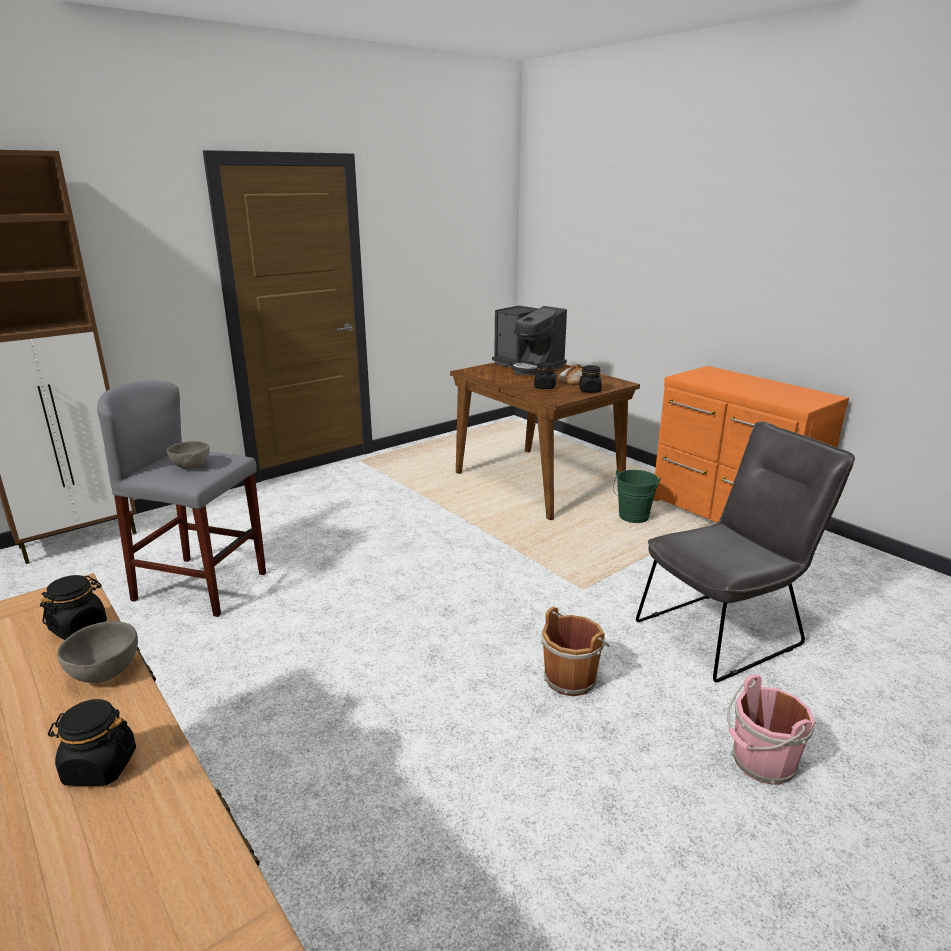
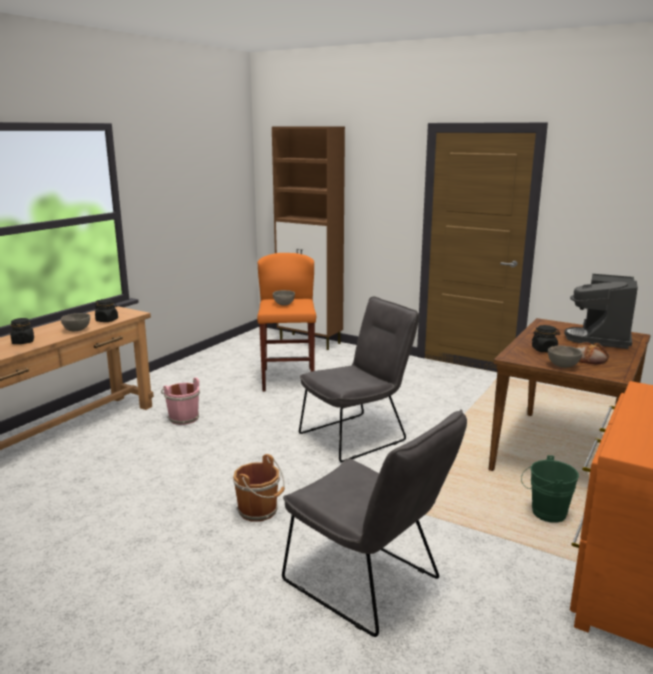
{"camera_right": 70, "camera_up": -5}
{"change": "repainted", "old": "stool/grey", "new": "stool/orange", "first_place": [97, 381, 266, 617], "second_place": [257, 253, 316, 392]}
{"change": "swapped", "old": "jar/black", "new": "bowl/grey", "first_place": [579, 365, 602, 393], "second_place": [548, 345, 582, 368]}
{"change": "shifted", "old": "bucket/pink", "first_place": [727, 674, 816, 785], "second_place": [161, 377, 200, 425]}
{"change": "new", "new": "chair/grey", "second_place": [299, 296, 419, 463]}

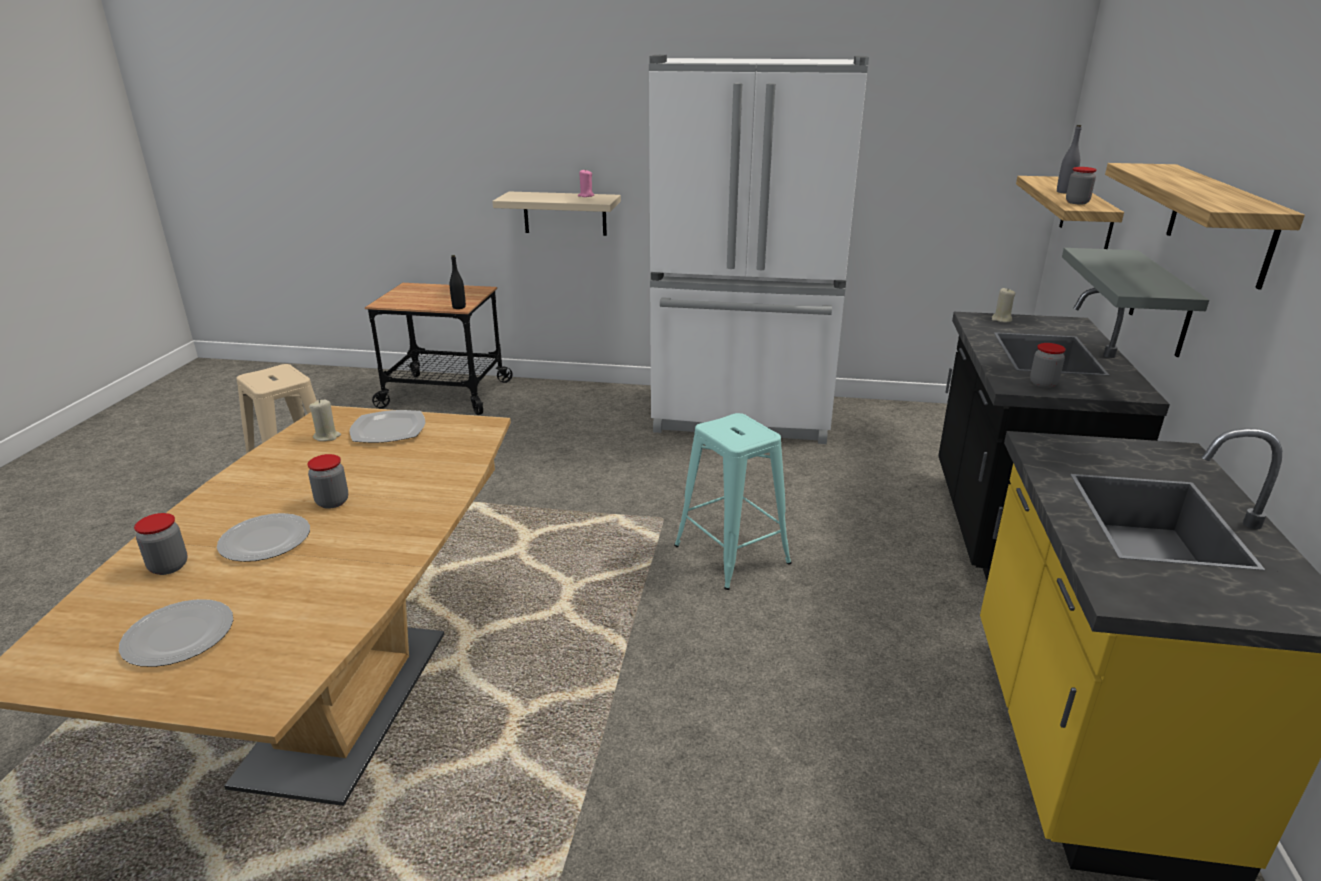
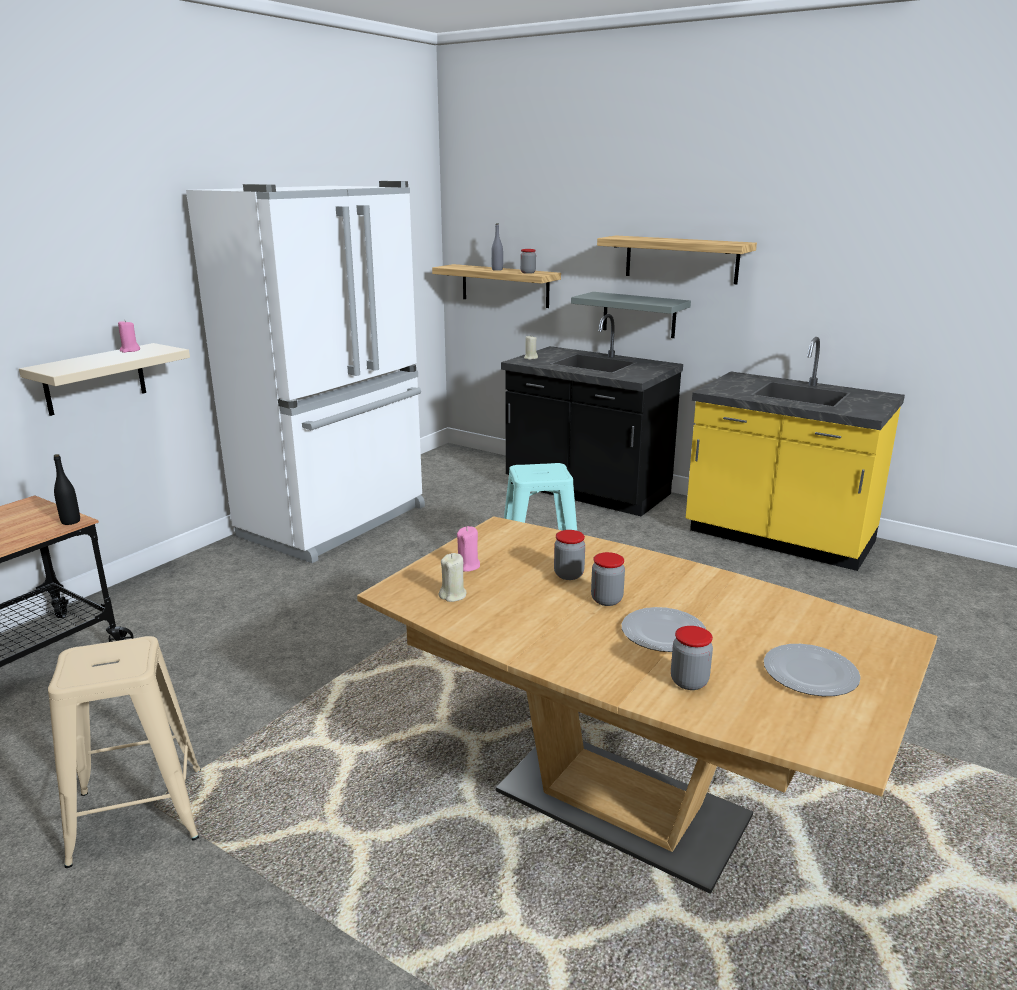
{"camera_right": -65, "camera_up": -5}
{"change": "swapped", "old": "plate", "new": "candle/pink", "first_place": [350, 410, 425, 443], "second_place": [457, 526, 480, 572]}
{"change": "shifted", "old": "jar", "first_place": [1030, 343, 1066, 388], "second_place": [554, 530, 585, 580]}

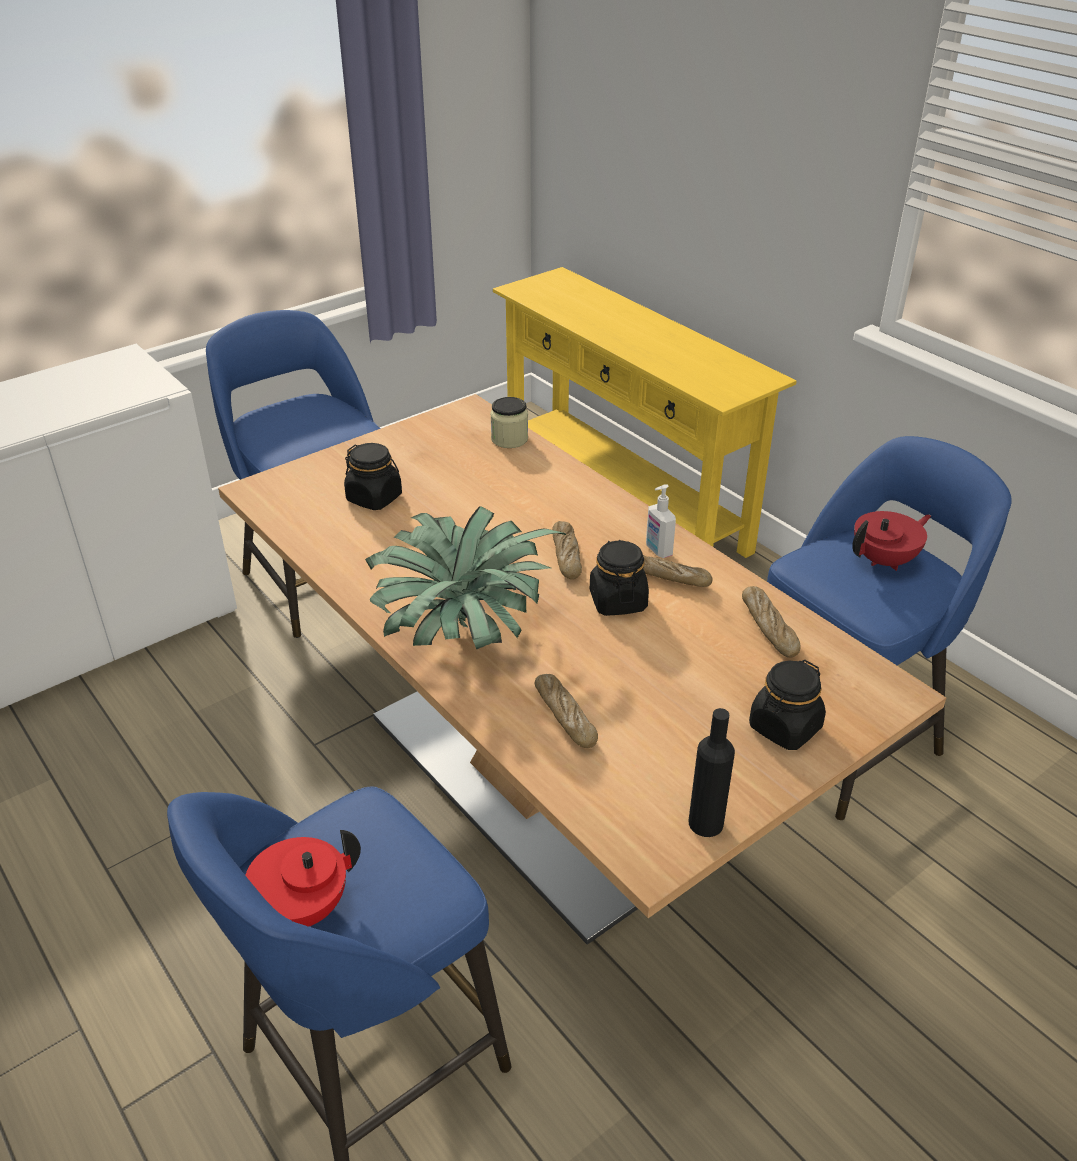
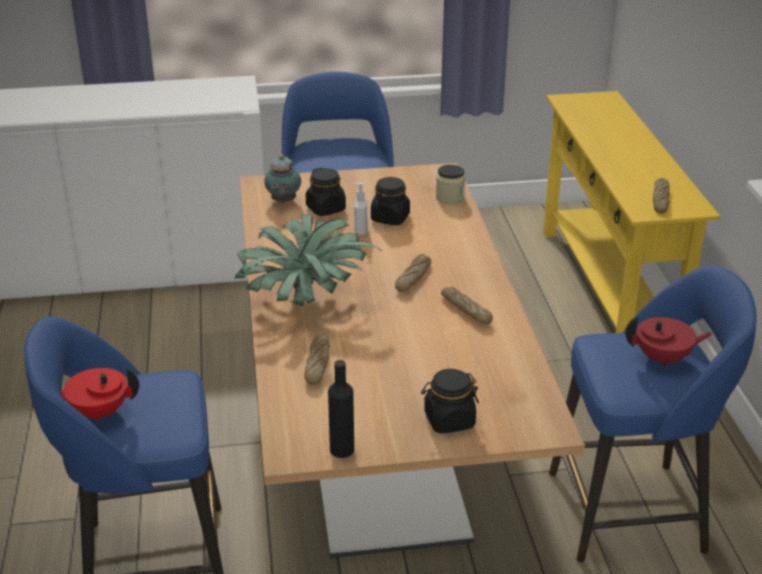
{"camera_right": 30, "camera_up": -5}
{"change": "shifted", "old": "jar/black", "first_place": [590, 540, 649, 616], "second_place": [371, 177, 410, 225]}
{"change": "shifted", "old": "soap dispenser", "first_place": [646, 484, 676, 558], "second_place": [353, 182, 367, 235]}
{"change": "shifted", "old": "bread", "first_place": [742, 586, 801, 658], "second_place": [653, 178, 669, 214]}
{"change": "new", "new": "teapot", "second_place": [264, 154, 301, 203]}

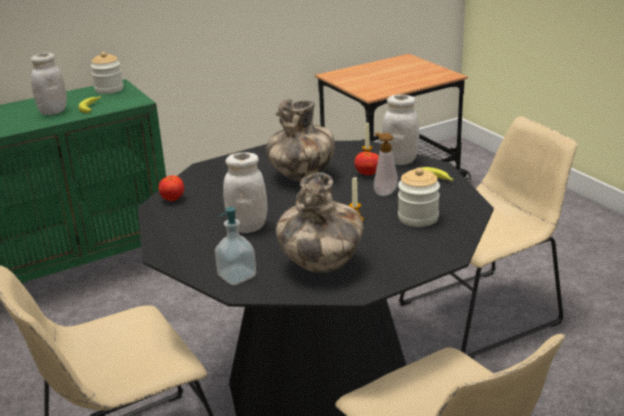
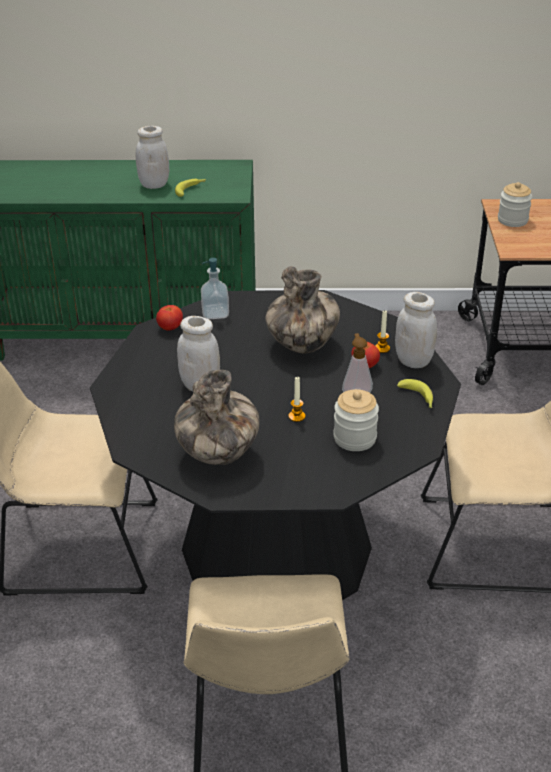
{"camera_right": 30, "camera_up": 10}
{"change": "shifted", "old": "jar", "first_place": [91, 52, 124, 94], "second_place": [498, 182, 532, 227]}
{"change": "shifted", "old": "soap dispenser", "first_place": [215, 207, 256, 285], "second_place": [201, 258, 229, 319]}

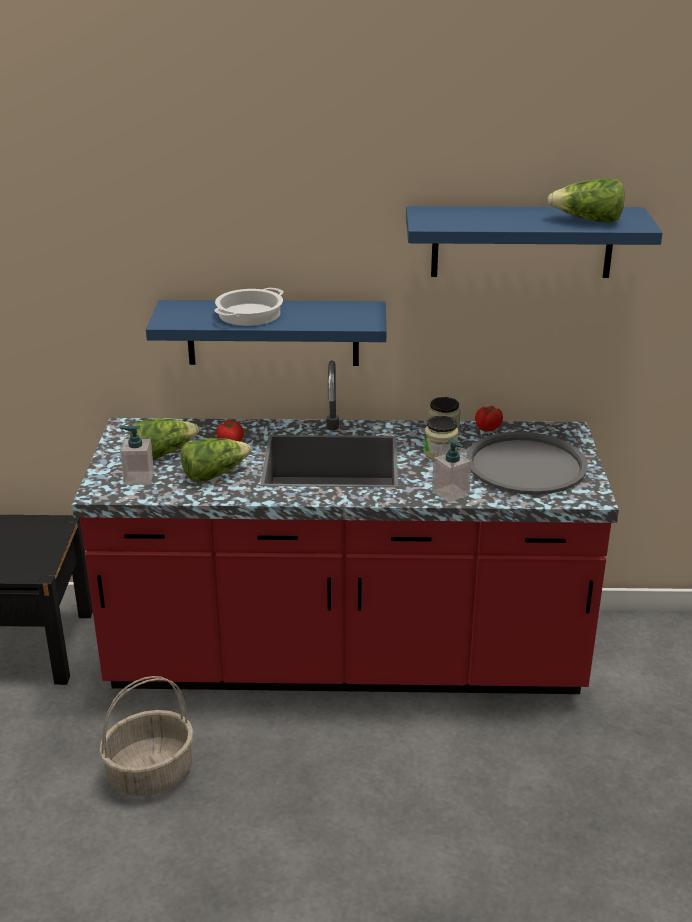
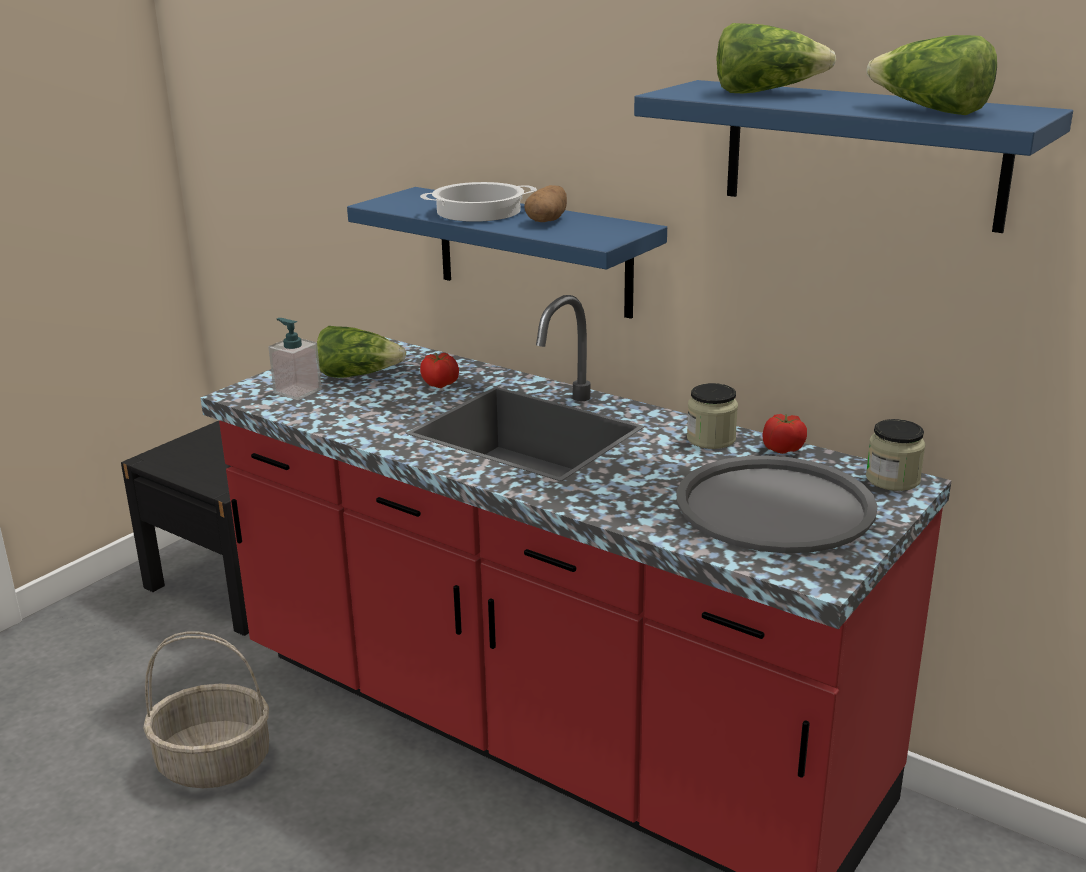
{"camera_right": 35, "camera_up": -5}
{"change": "shifted", "old": "lettuce", "first_place": [181, 438, 251, 482], "second_place": [716, 23, 836, 93]}
{"change": "shifted", "old": "jar", "first_place": [424, 416, 458, 460], "second_place": [866, 419, 926, 491]}
{"change": "gone", "old": "soap dispenser", "first_place": [432, 438, 472, 503]}
{"change": "new", "new": "potato", "second_place": [524, 185, 567, 222]}

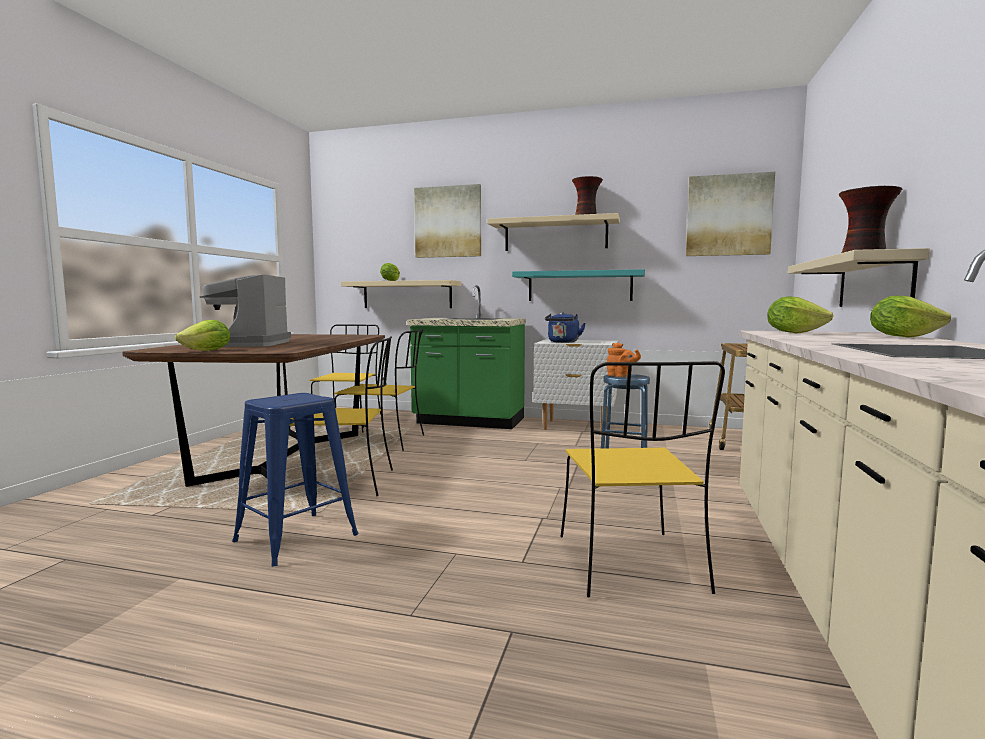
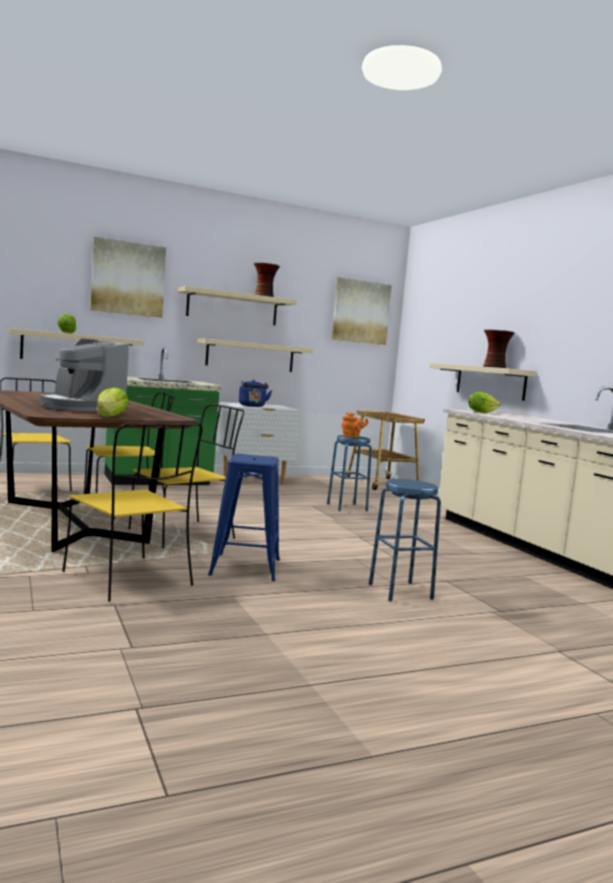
{"camera_right": -40, "camera_up": 0}
{"change": "repainted", "old": "shelf/turquoise", "new": "shelf/beige", "first_place": [512, 269, 645, 301], "second_place": [197, 338, 313, 372]}
{"change": "shifted", "old": "chair/yellow", "first_place": [560, 361, 725, 597], "second_place": [62, 423, 203, 602]}
{"change": "gone", "old": "lettuce", "first_place": [870, 295, 951, 338]}
{"change": "new", "new": "stool/blue", "second_place": [369, 479, 441, 602]}

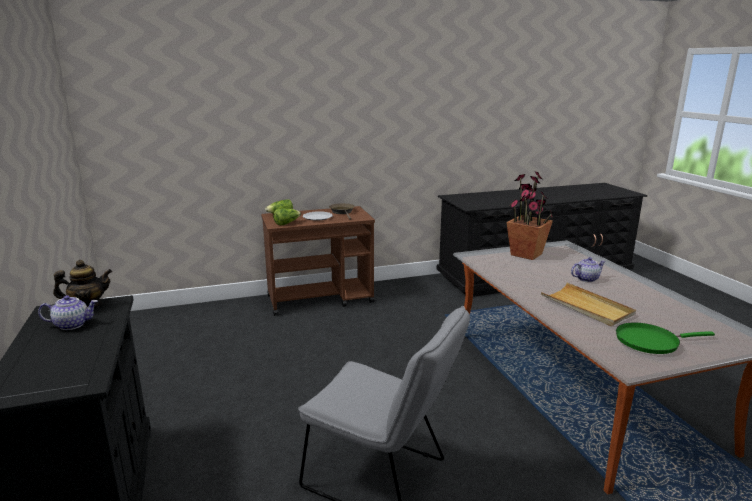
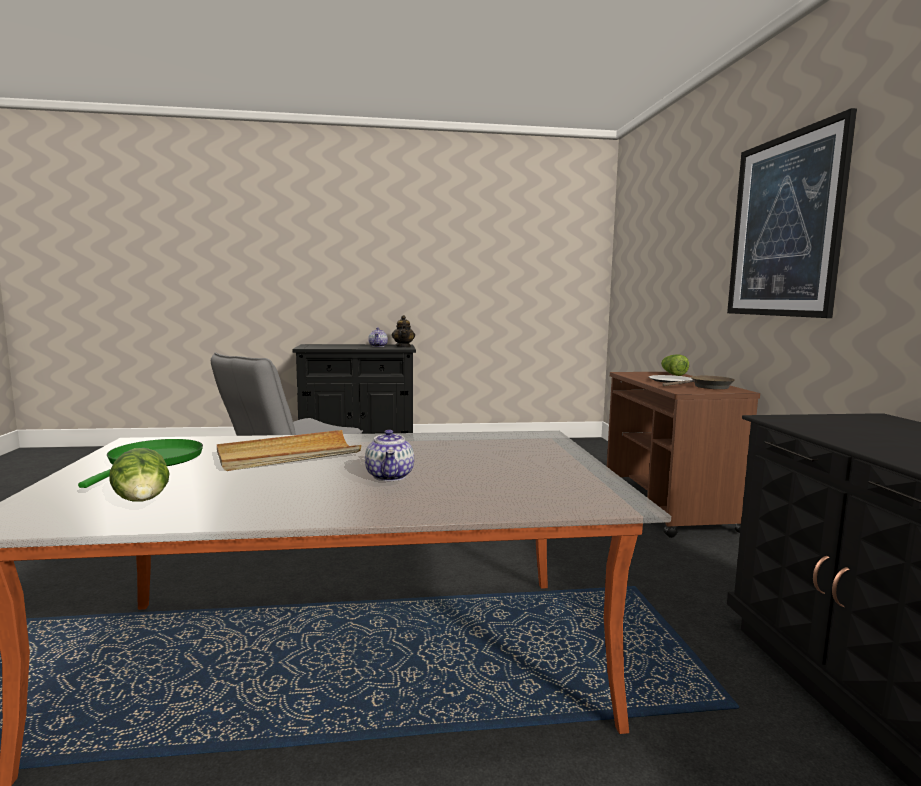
{"camera_right": 100, "camera_up": -10}
{"change": "shifted", "old": "lettuce", "first_place": [273, 208, 301, 225], "second_place": [109, 448, 170, 502]}
{"change": "gone", "old": "potted plant", "first_place": [507, 171, 553, 260]}
{"change": "new", "new": "picture", "second_place": [727, 108, 857, 318]}

